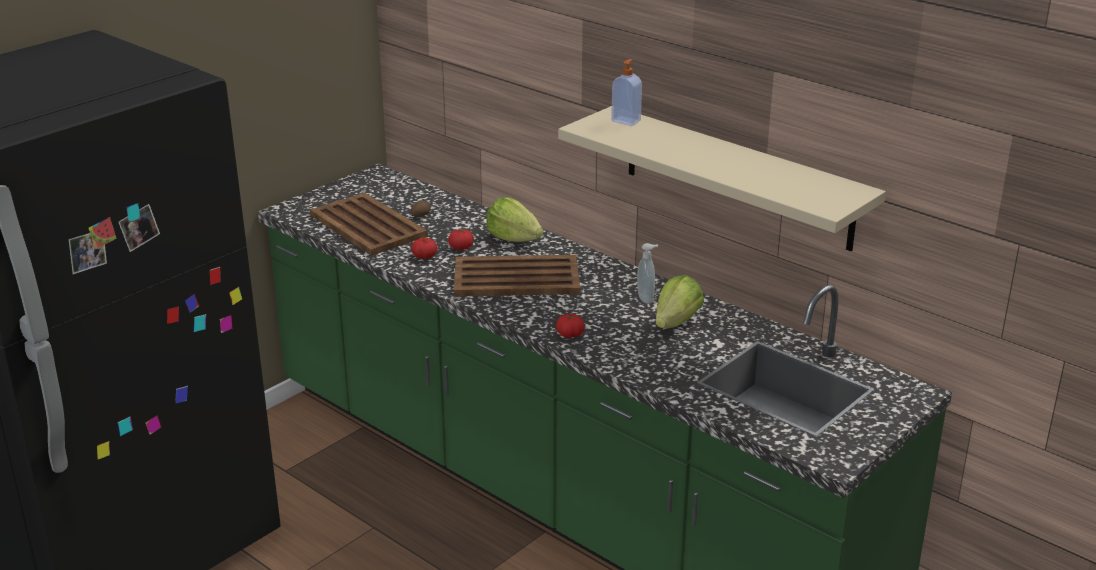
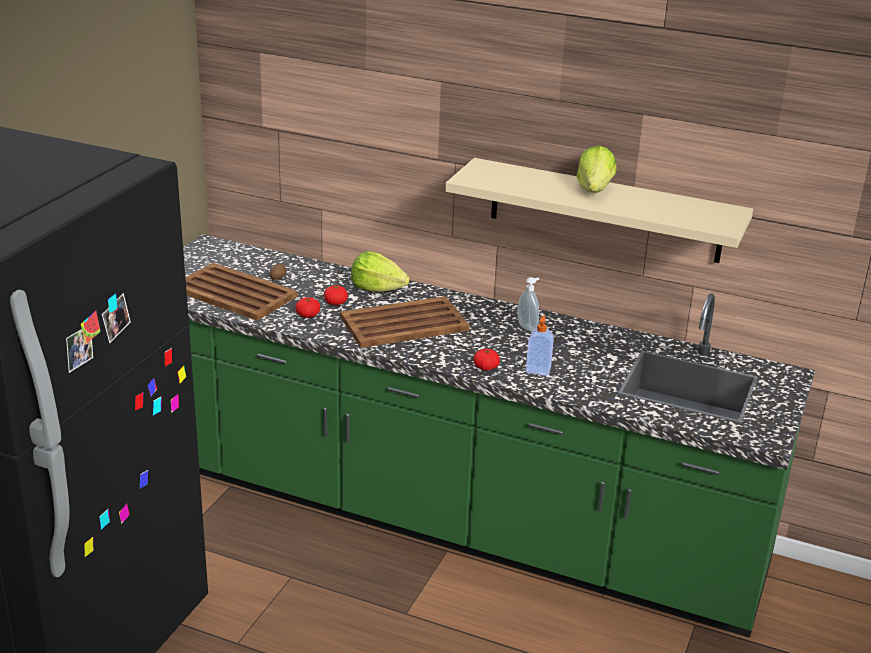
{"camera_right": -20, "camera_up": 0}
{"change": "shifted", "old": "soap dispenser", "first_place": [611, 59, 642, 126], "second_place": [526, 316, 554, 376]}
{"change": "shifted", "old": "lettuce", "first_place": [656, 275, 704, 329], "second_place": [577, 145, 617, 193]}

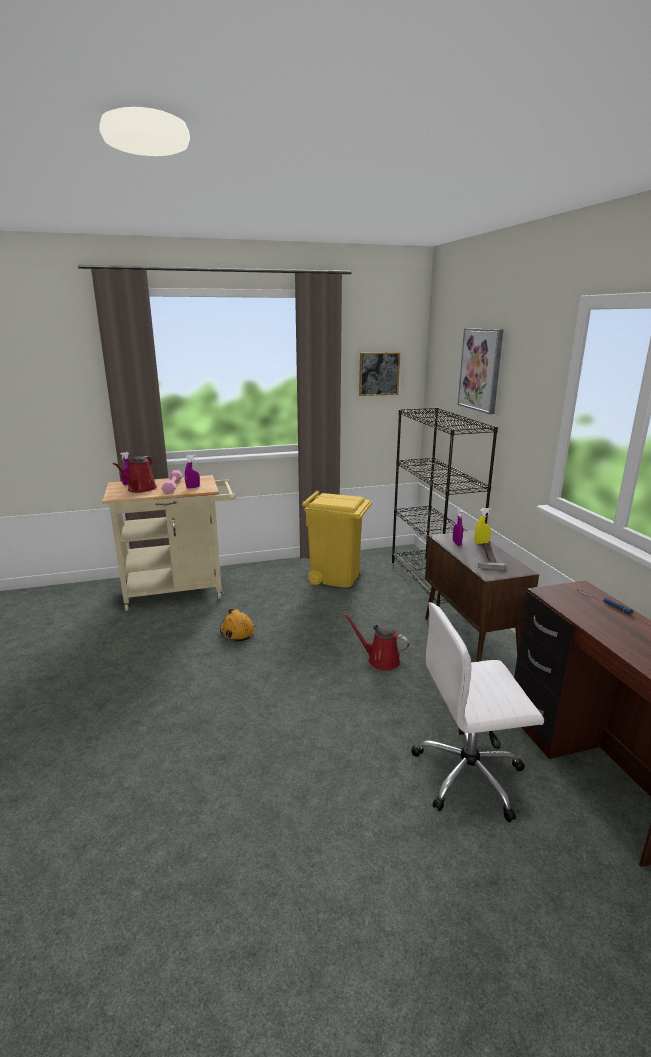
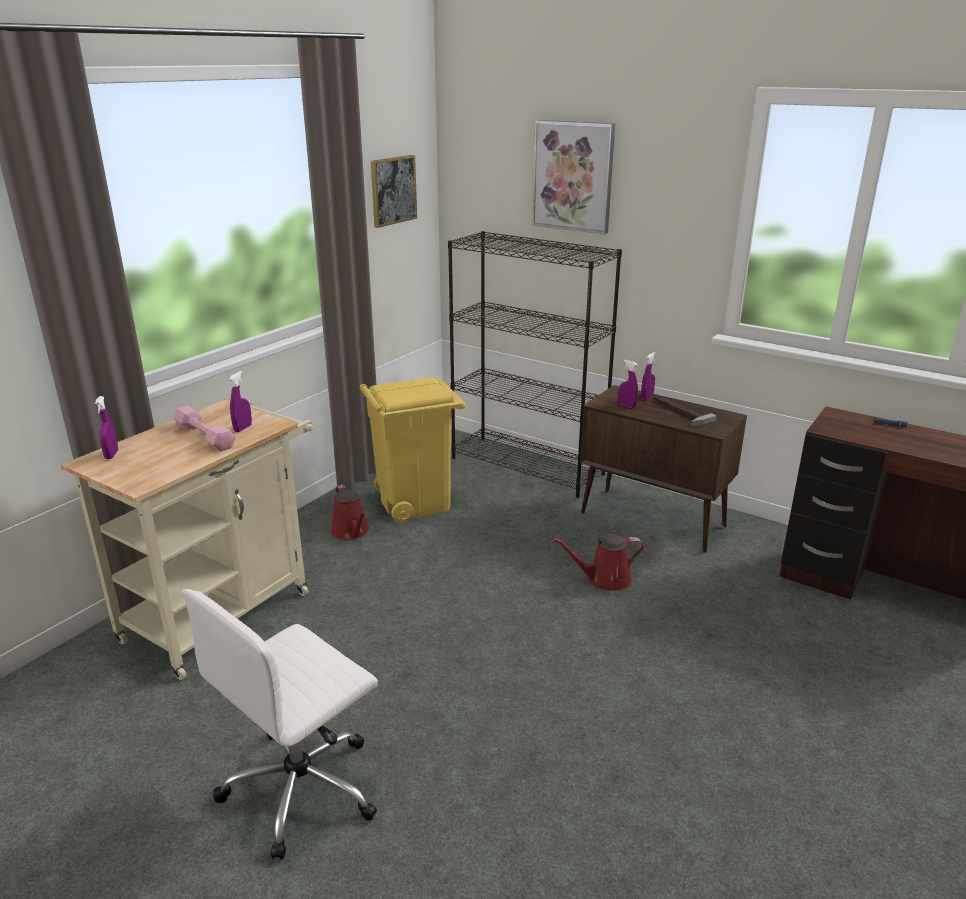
{"camera_right": -40, "camera_up": 5}
{"change": "shifted", "old": "watering can/red", "first_place": [113, 456, 157, 493], "second_place": [331, 485, 369, 540]}
{"change": "gone", "old": "hard hat/orange", "first_place": [220, 609, 255, 642]}
{"change": "shifted", "old": "office chair/white", "first_place": [411, 602, 544, 822], "second_place": [181, 589, 378, 860]}
{"change": "repainted", "old": "spray bottle/yellow", "new": "spray bottle/purple", "first_place": [475, 508, 492, 544], "second_place": [641, 352, 656, 400]}

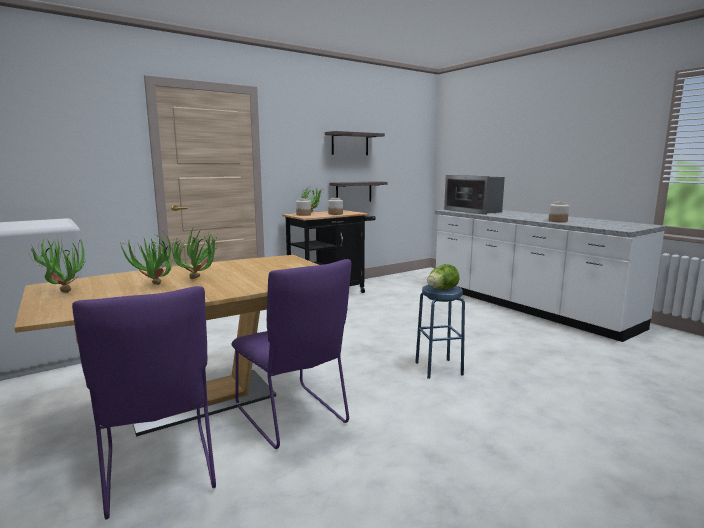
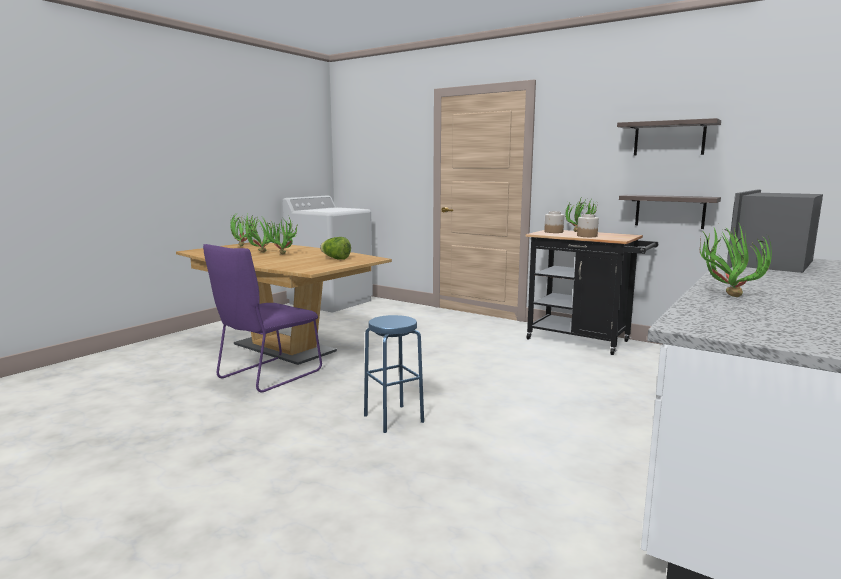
{"camera_right": 70, "camera_up": 0}
{"change": "gone", "old": "chair/purple", "first_place": [72, 286, 216, 520]}
{"change": "shifted", "old": "lettuce", "first_place": [427, 264, 459, 289], "second_place": [320, 237, 351, 260]}
{"change": "swapped", "old": "jar", "new": "potted plant", "first_place": [549, 202, 569, 223], "second_place": [700, 222, 772, 297]}

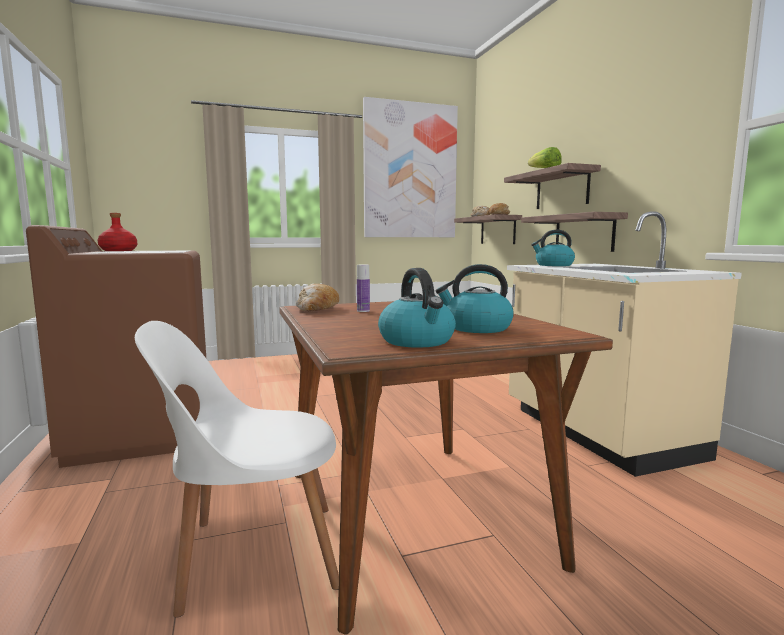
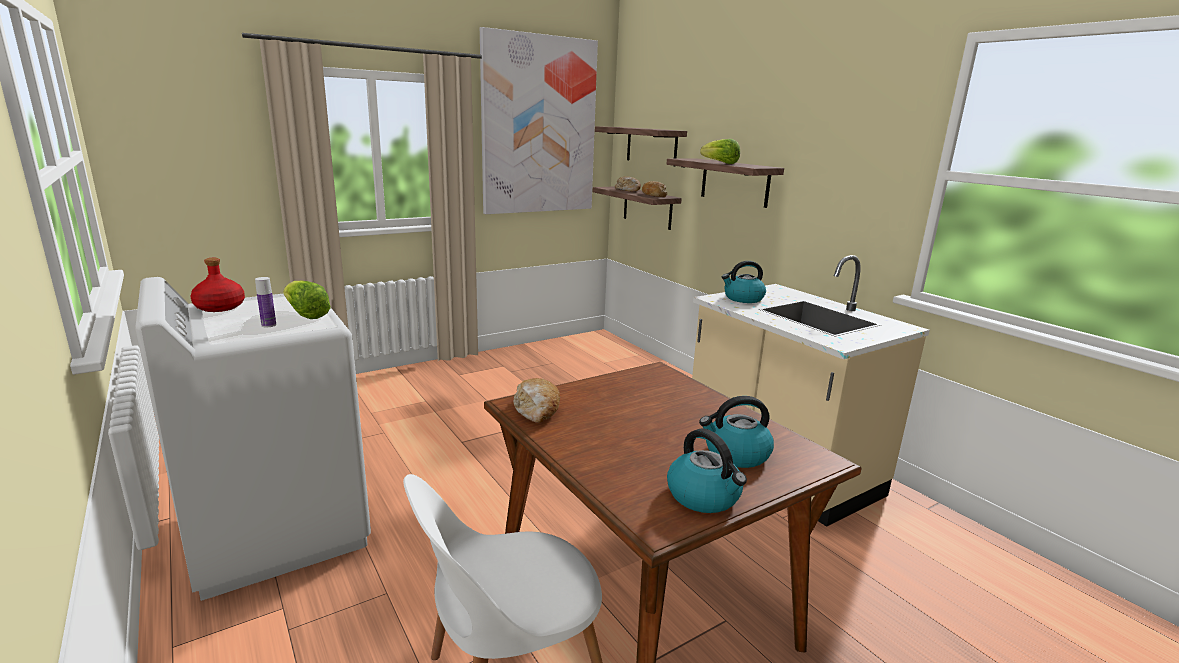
{"camera_right": -15, "camera_up": 10}
{"change": "repainted", "old": "washing machine/brown", "new": "washing machine/white", "first_place": [26, 225, 206, 468], "second_place": [135, 277, 371, 601]}
{"change": "shifted", "old": "bottle", "first_place": [357, 265, 370, 312], "second_place": [255, 277, 276, 327]}
{"change": "shifted", "old": "shelf", "first_place": [521, 212, 628, 252], "second_place": [595, 126, 687, 160]}
{"change": "new", "new": "lettuce", "second_place": [283, 280, 331, 319]}

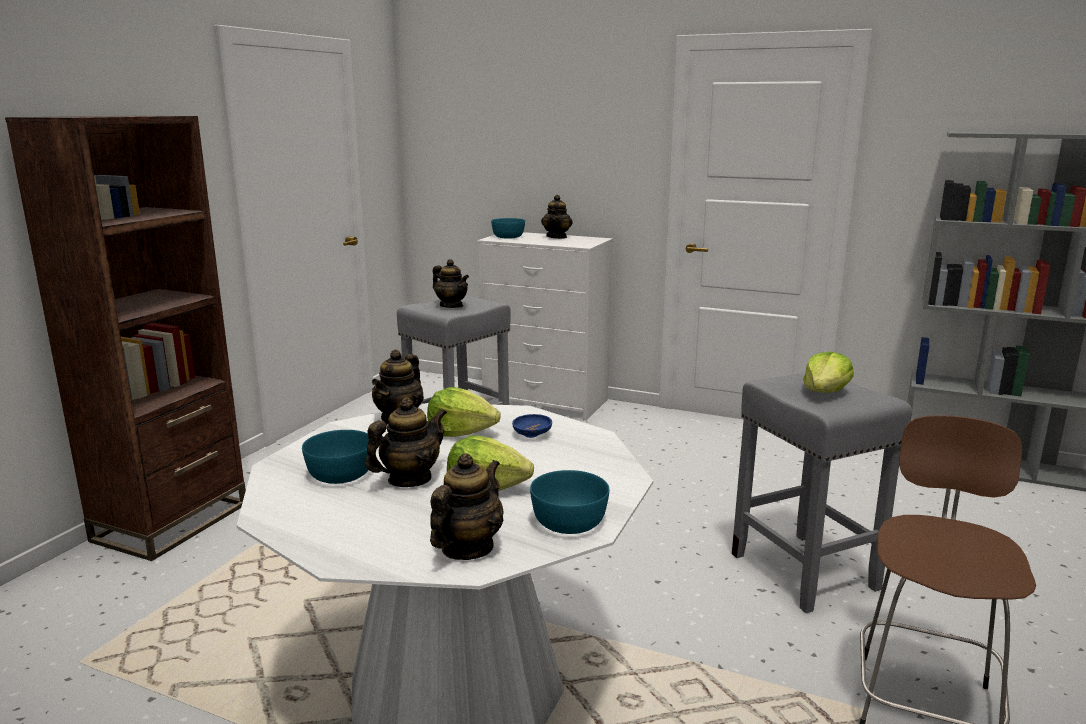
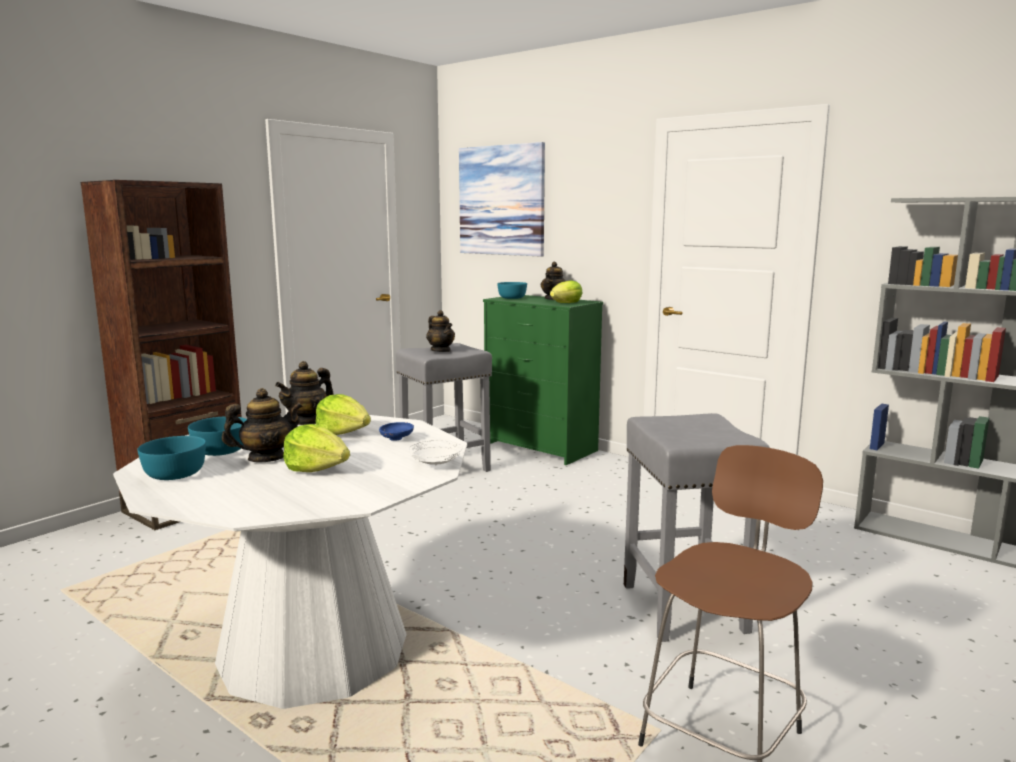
{"camera_right": 15, "camera_up": -5}
{"change": "gone", "old": "teapot", "first_place": [430, 453, 504, 560]}
{"change": "repainted", "old": "dresser/white", "new": "dresser/green", "first_place": [477, 232, 613, 421], "second_place": [483, 295, 603, 465]}
{"change": "shifted", "old": "bowl/turquoise", "first_place": [530, 470, 609, 534], "second_place": [138, 436, 206, 480]}
{"change": "shifted", "old": "lettuce", "first_place": [803, 351, 854, 393], "second_place": [550, 281, 583, 303]}
{"change": "new", "new": "plate/white", "second_place": [408, 440, 462, 466]}
{"change": "new", "new": "picture", "second_place": [459, 142, 545, 257]}

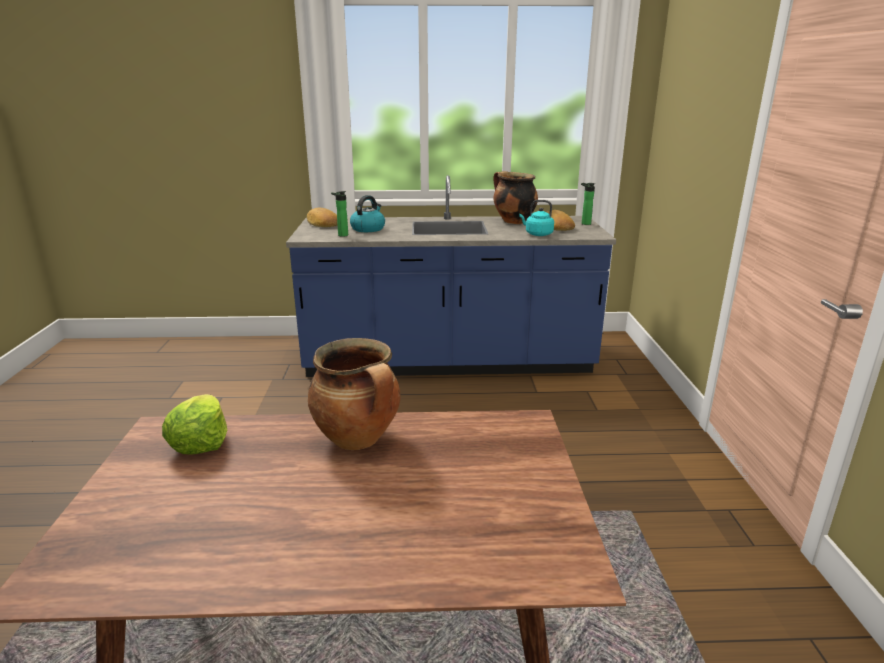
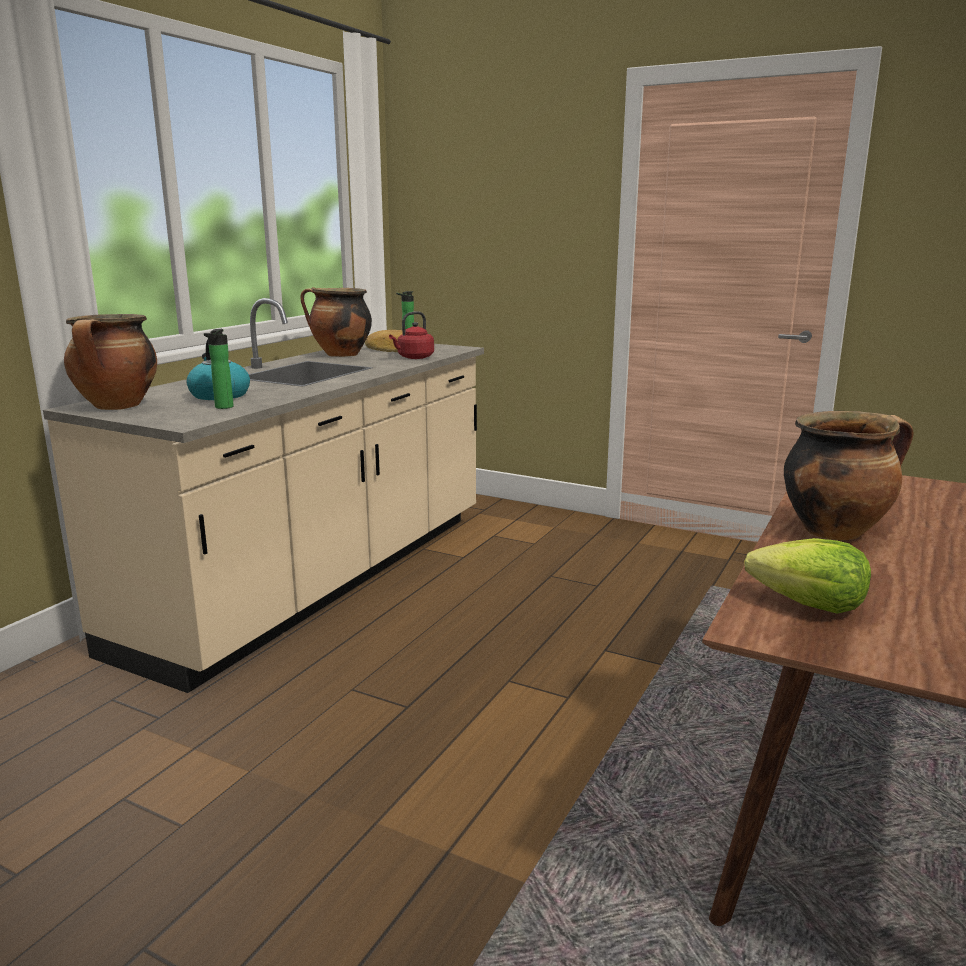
{"camera_right": -60, "camera_up": -5}
{"change": "repainted", "old": "counter/blue", "new": "counter/beige", "first_place": [286, 175, 616, 377], "second_place": [43, 298, 484, 693]}
{"change": "swapped", "old": "bread", "new": "cooking pot", "first_place": [307, 208, 338, 227], "second_place": [64, 314, 157, 410]}
{"change": "repainted", "old": "kettle/turquoise", "new": "kettle/red", "first_place": [519, 200, 554, 236], "second_place": [389, 311, 434, 359]}

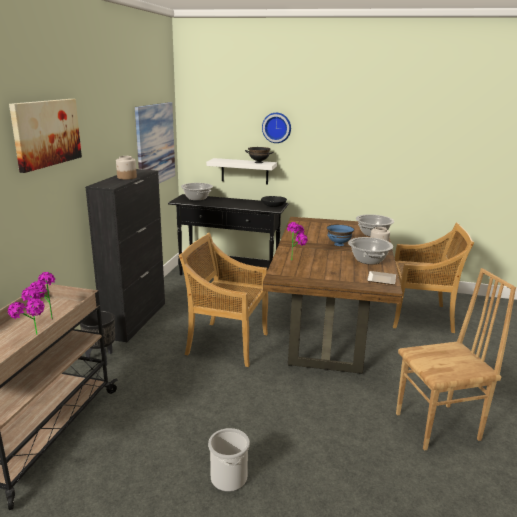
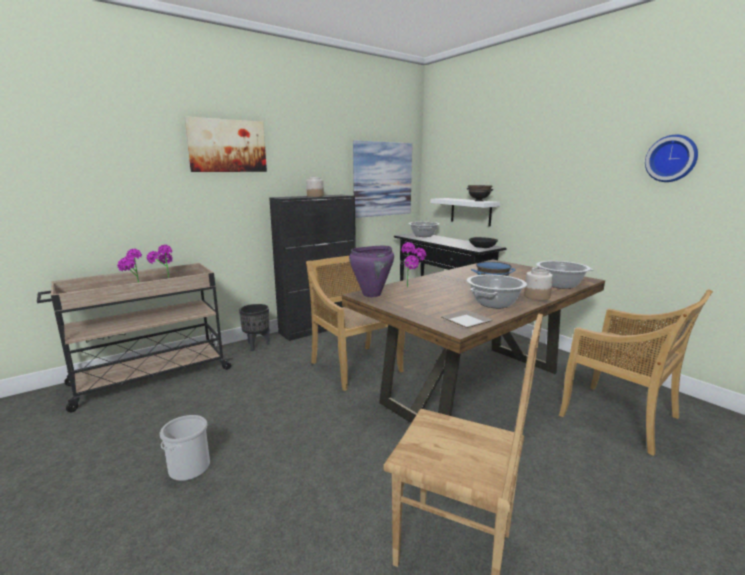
{"camera_right": 40, "camera_up": -5}
{"change": "shifted", "old": "wall clock", "first_place": [262, 113, 291, 143], "second_place": [645, 135, 698, 182]}
{"change": "new", "new": "cooking pot/purple", "second_place": [349, 246, 394, 297]}

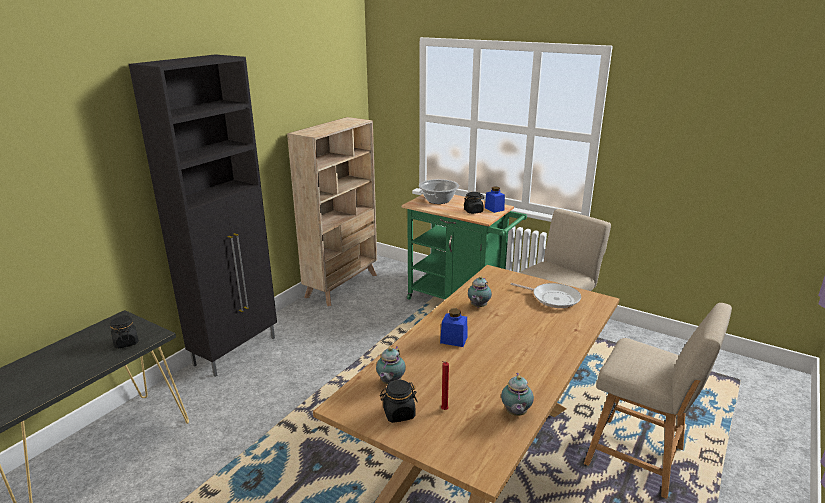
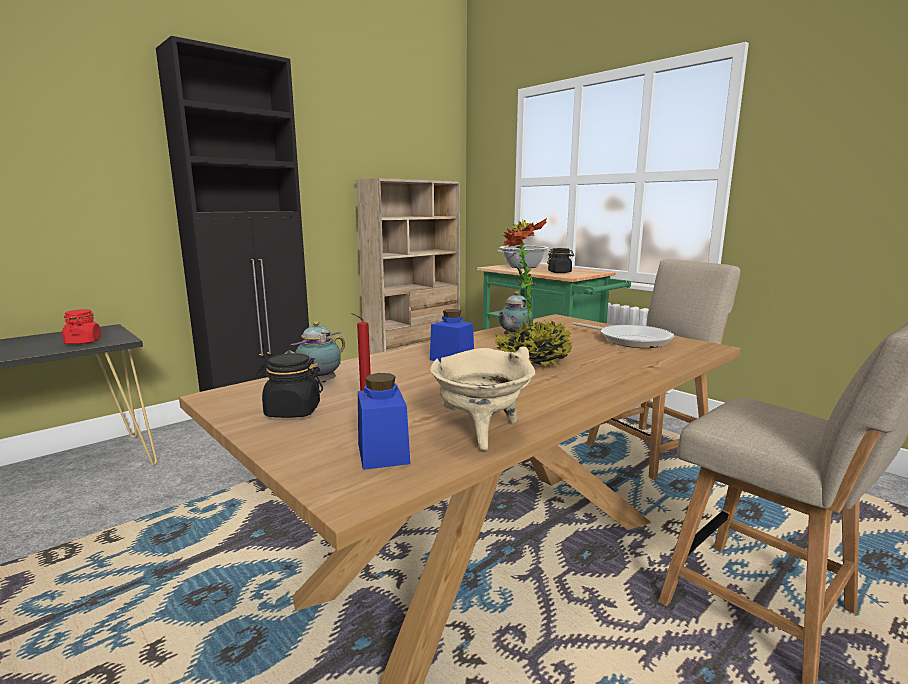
{"camera_right": 15, "camera_up": -10}
{"change": "repainted", "old": "jar/black", "new": "jar/red", "first_place": [110, 315, 139, 349], "second_place": [62, 309, 102, 344]}
{"change": "shifted", "old": "jar/blue", "first_place": [485, 187, 505, 213], "second_place": [358, 373, 410, 470]}
{"change": "swapped", "old": "teapot", "new": "cooking pot/beige", "first_place": [501, 373, 534, 416], "second_place": [430, 347, 535, 451]}
{"change": "new", "new": "potted plant", "second_place": [495, 218, 572, 367]}

